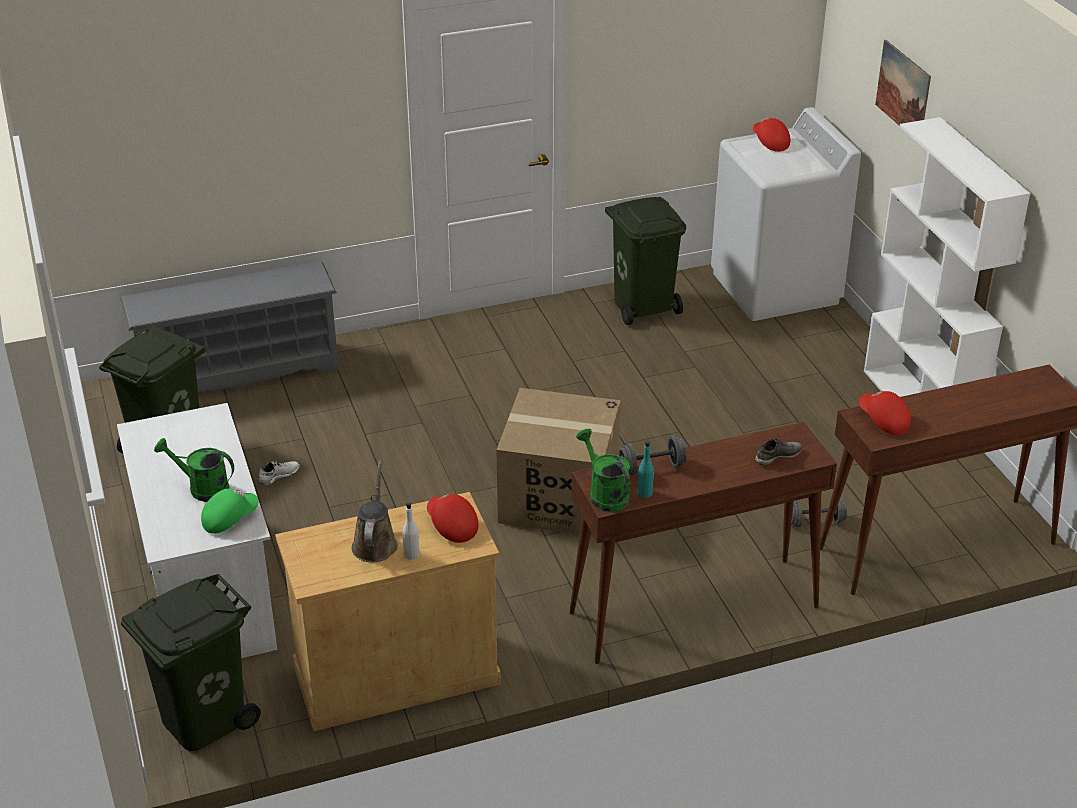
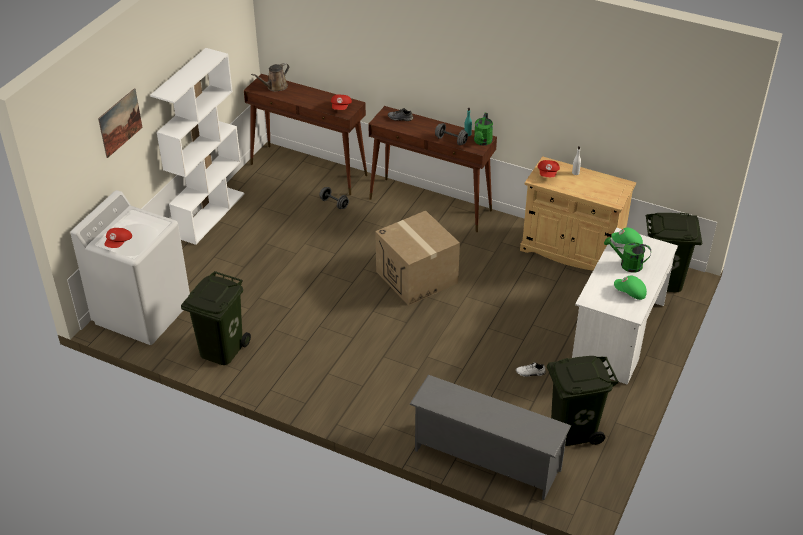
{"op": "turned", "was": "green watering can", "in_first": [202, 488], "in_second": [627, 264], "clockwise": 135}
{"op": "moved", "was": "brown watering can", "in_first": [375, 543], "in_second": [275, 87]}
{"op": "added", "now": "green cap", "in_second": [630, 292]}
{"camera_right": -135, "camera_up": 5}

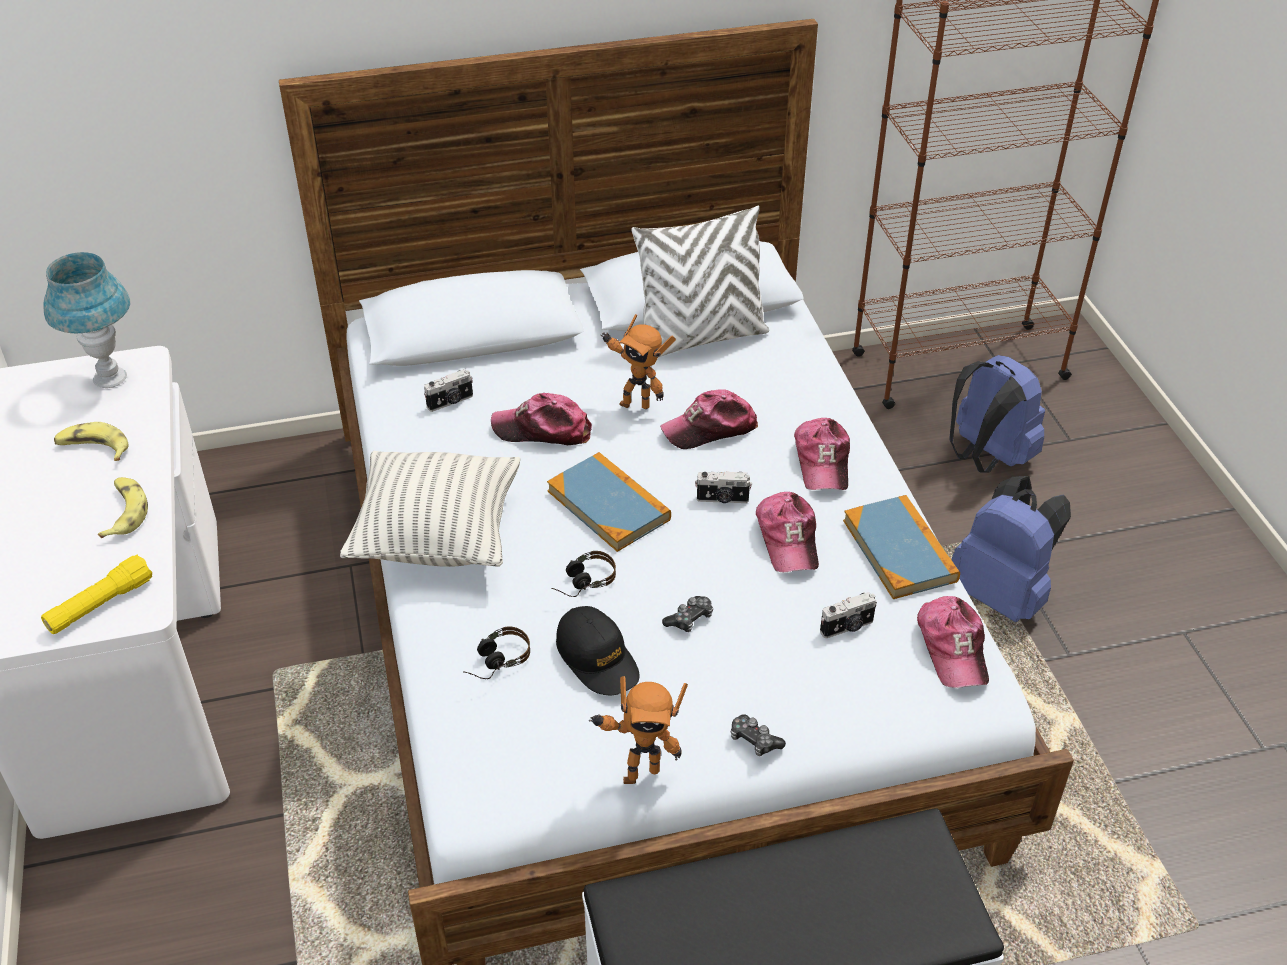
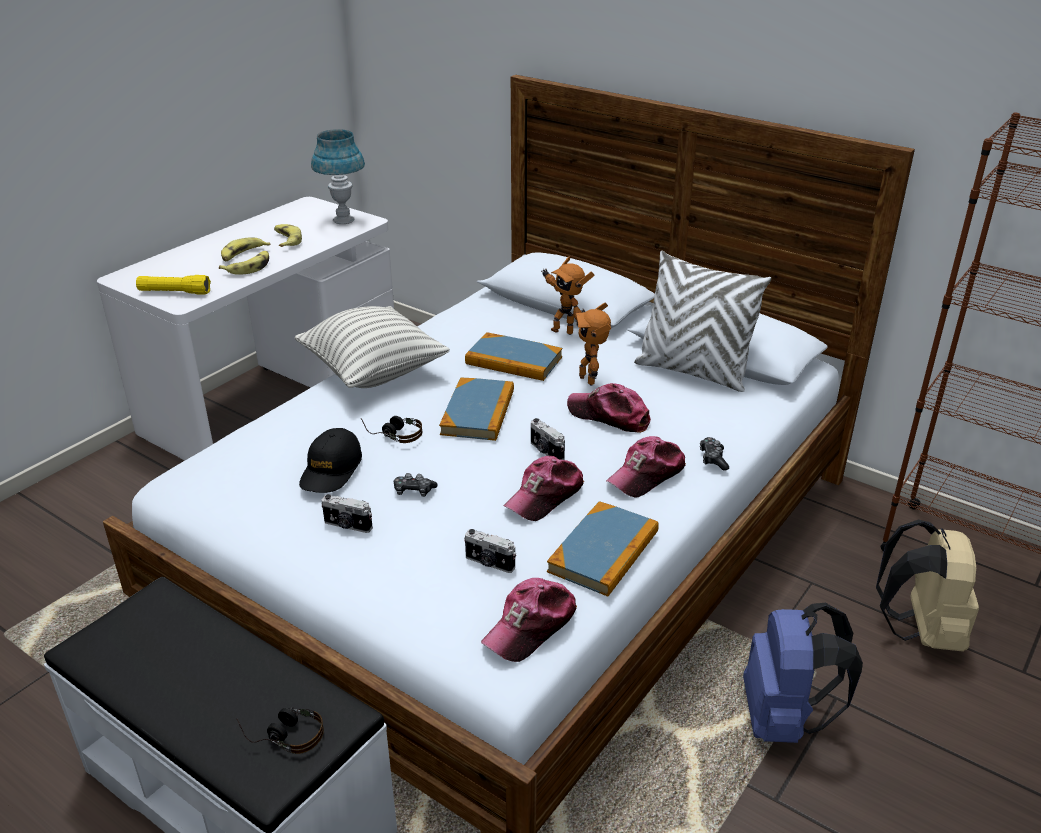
{"op": "moved", "was": "photo camera", "in_first": [451, 402], "in_second": [347, 526]}
{"op": "moved", "was": "headphones", "in_first": [494, 662], "in_second": [283, 734]}
{"op": "replaced", "was": "cap", "now": "book", "in_first": [542, 430], "in_second": [513, 361]}
{"op": "moved", "was": "toy robot", "in_first": [638, 771], "in_second": [563, 330]}
{"op": "moved", "was": "game controller", "in_first": [754, 740], "in_second": [713, 459]}
{"op": "recoloured", "was": "blue backpack", "now": "beige backpack", "in_first": [986, 457], "in_second": [920, 631]}
{"op": "added", "now": "banana", "in_second": [243, 255]}
{"camera_right": 50, "camera_up": -10}

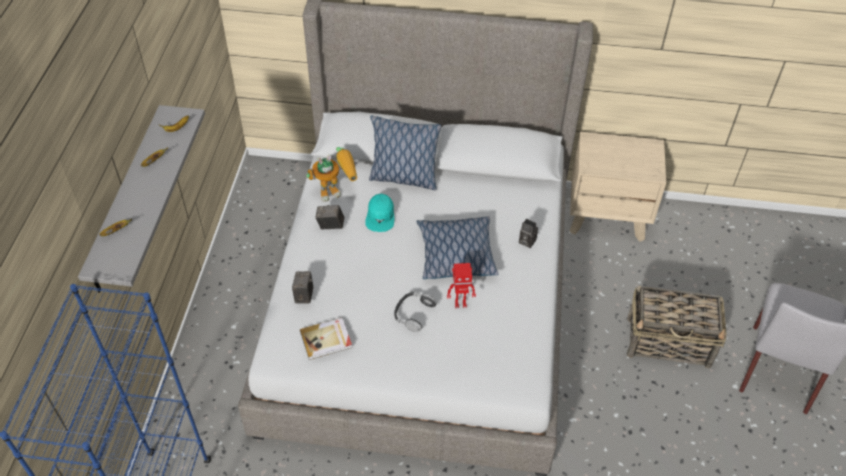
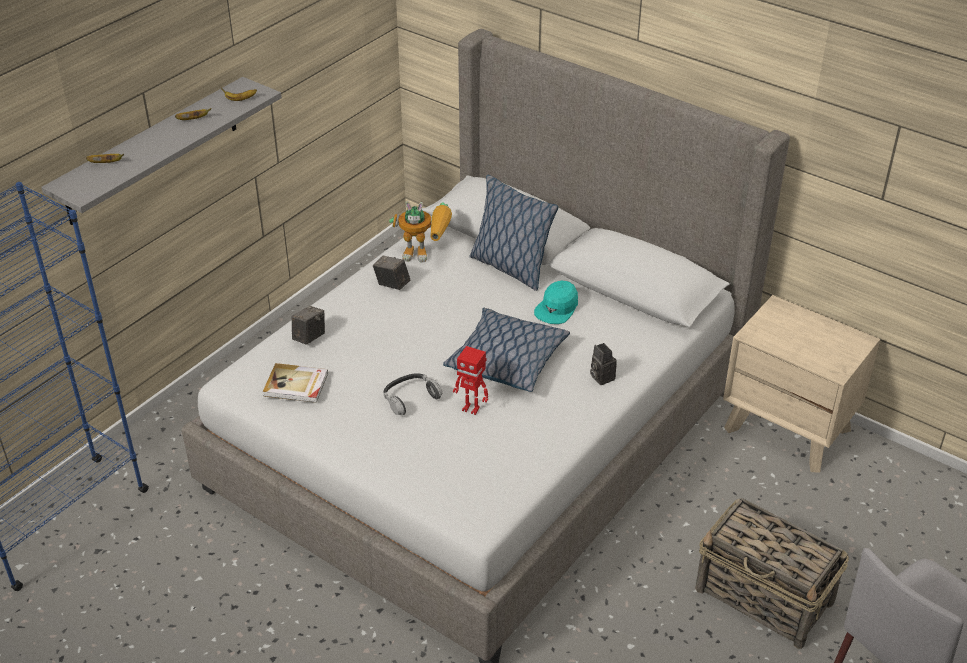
{"op": "moved", "was": "turquoise cap", "in_first": [380, 216], "in_second": [557, 308]}
{"camera_right": 30, "camera_up": -10}

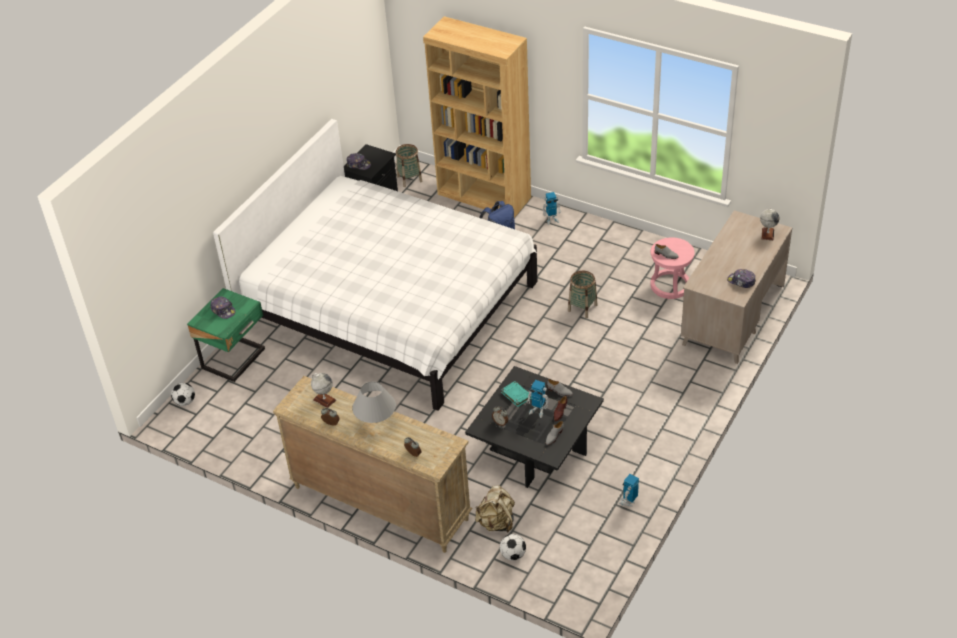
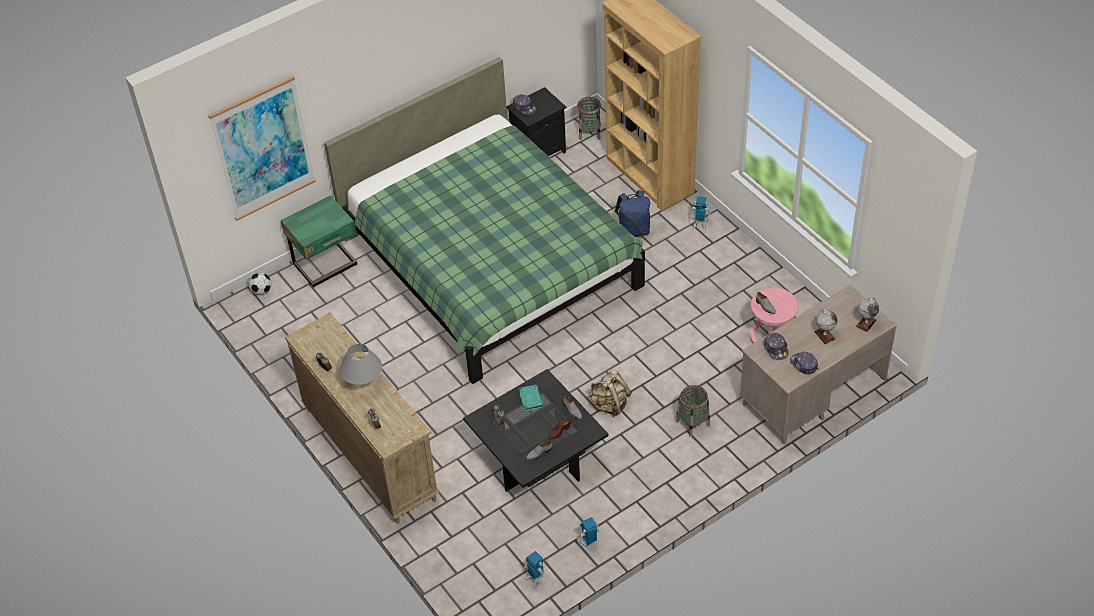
{"op": "moved", "was": "cap", "in_first": [223, 310], "in_second": [776, 349]}
{"op": "recoloured", "was": "white bed", "now": "green bed", "in_first": [389, 308], "in_second": [490, 263]}
{"op": "moved", "was": "globe", "in_first": [324, 400], "in_second": [824, 335]}
{"op": "moved", "was": "beige backpack", "in_first": [496, 522], "in_second": [609, 404]}
{"op": "removed", "was": "football", "in_first": [513, 555]}
{"op": "moved", "was": "toy robot", "in_first": [538, 411], "in_second": [534, 579]}
{"op": "moved", "was": "basket", "in_first": [582, 308], "in_second": [692, 423]}
{"op": "added", "now": "picture", "in_second": [263, 148]}
{"camera_right": 25, "camera_up": 5}

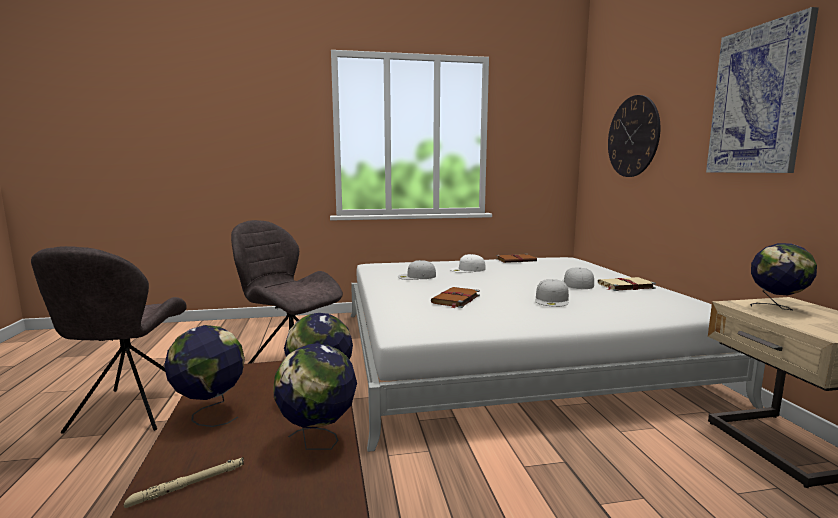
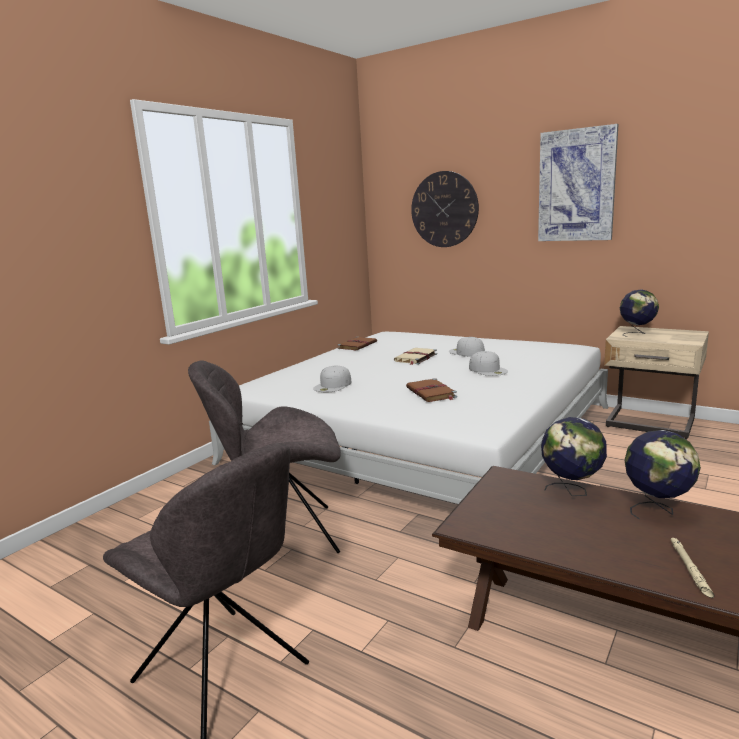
{"op": "removed", "was": "globe", "in_first": [210, 413]}
{"op": "removed", "was": "white cap", "in_first": [467, 269]}
{"op": "moved", "was": "beige book", "in_first": [625, 286], "in_second": [415, 358]}
{"camera_right": -45, "camera_up": 5}

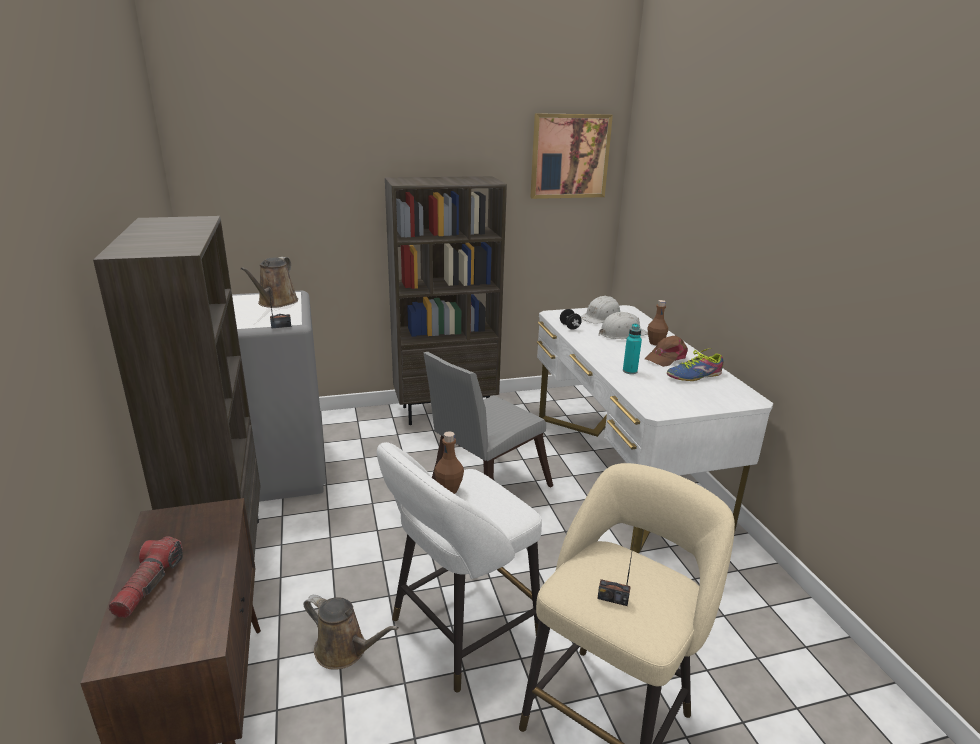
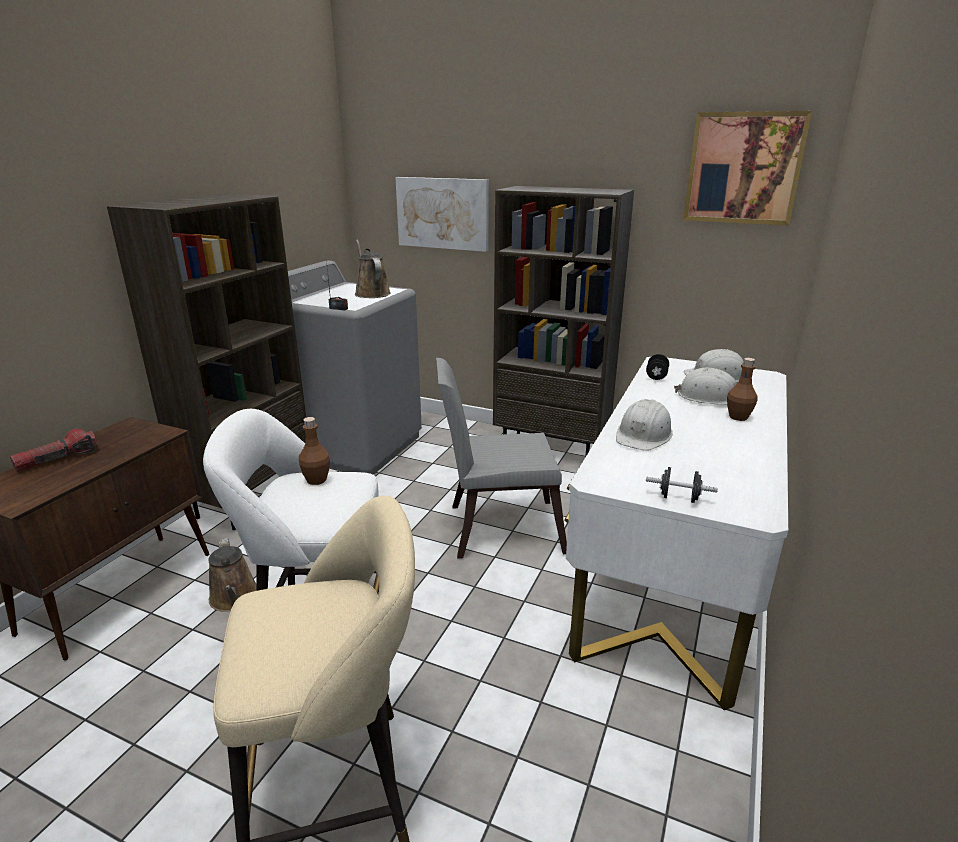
{"op": "turned", "was": "brown watering can", "in_first": [276, 303], "in_second": [371, 293], "clockwise": 105}
{"op": "removed", "was": "radio", "in_first": [613, 598]}
{"op": "replaced", "was": "turquoise bottle", "now": "white hard hat", "in_first": [630, 371], "in_second": [644, 434]}
{"op": "removed", "was": "brown cap", "in_first": [666, 358]}
{"op": "removed", "was": "shoe", "in_first": [694, 376]}
{"op": "added", "now": "picture", "in_second": [443, 213]}
{"op": "added", "now": "black dumbbell", "in_second": [678, 498]}
{"camera_right": 40, "camera_up": 0}

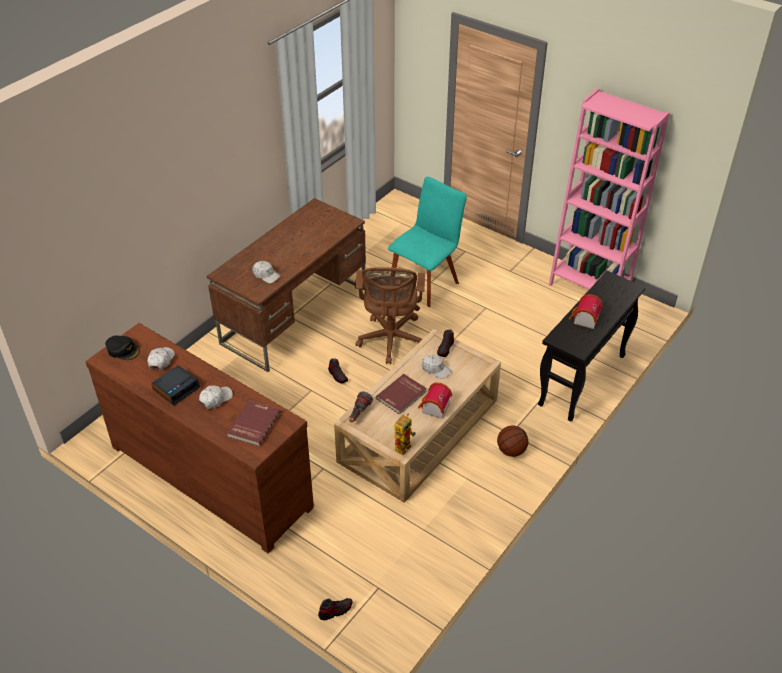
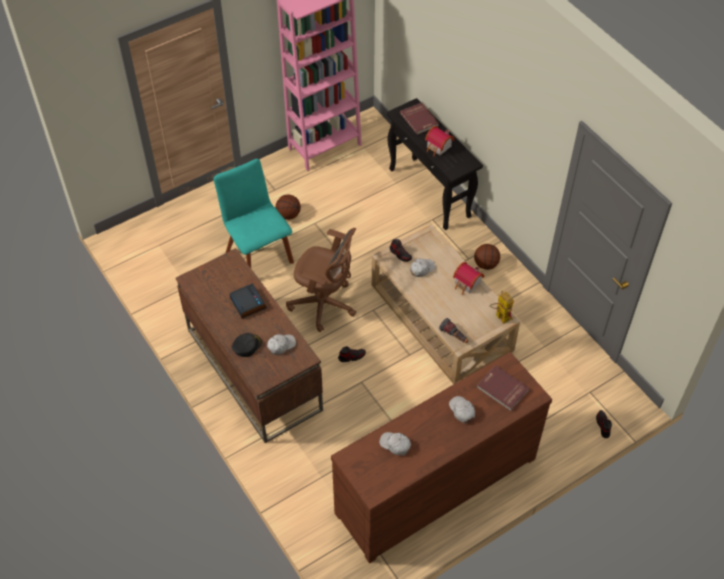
{"op": "moved", "was": "black cap", "in_first": [123, 350], "in_second": [246, 346]}
{"op": "moved", "was": "alarm clock", "in_first": [176, 388], "in_second": [247, 303]}
{"op": "moved", "was": "red book", "in_first": [402, 395], "in_second": [419, 119]}
{"op": "added", "now": "basketball", "in_second": [288, 215]}
{"camera_right": -70, "camera_up": 10}

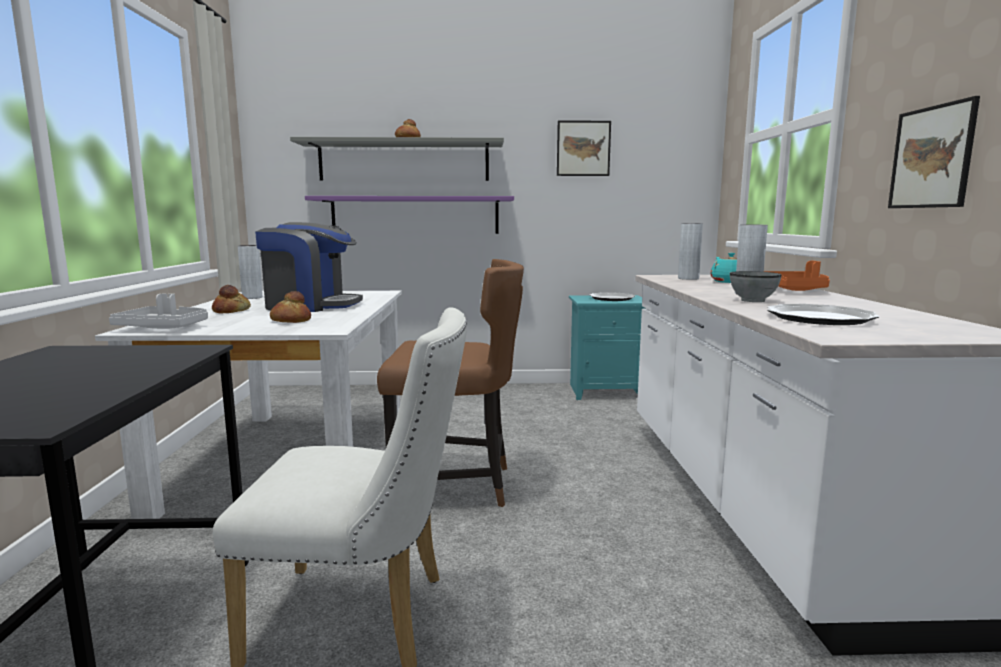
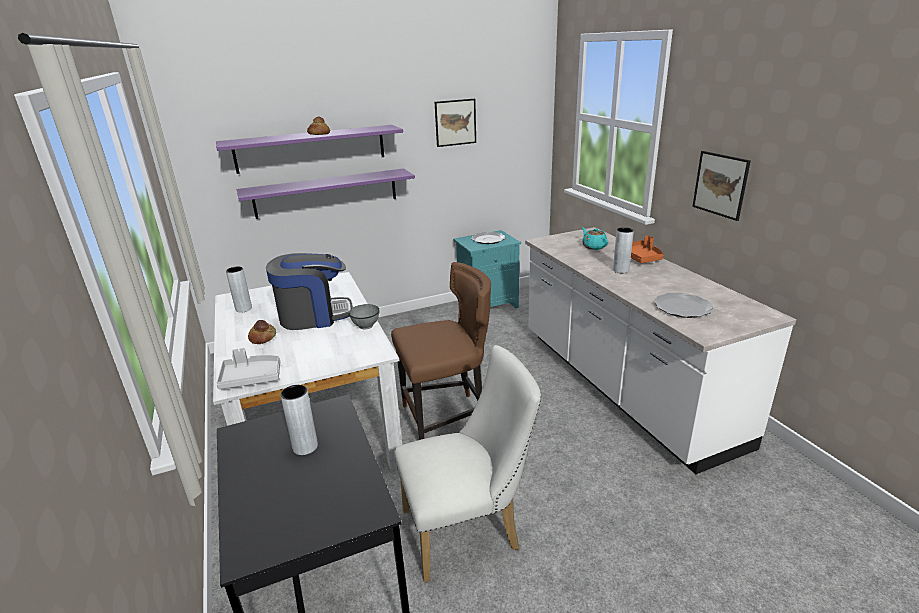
{"op": "removed", "was": "bread", "in_first": [290, 321]}
{"op": "recoloured", "was": "grey shelf", "now": "purple shelf", "in_first": [404, 161], "in_second": [311, 148]}
{"op": "moved", "was": "grey vase", "in_first": [688, 278], "in_second": [305, 447]}
{"op": "moved", "was": "grey bowl", "in_first": [753, 300], "in_second": [366, 326]}
{"camera_right": -20, "camera_up": 15}

